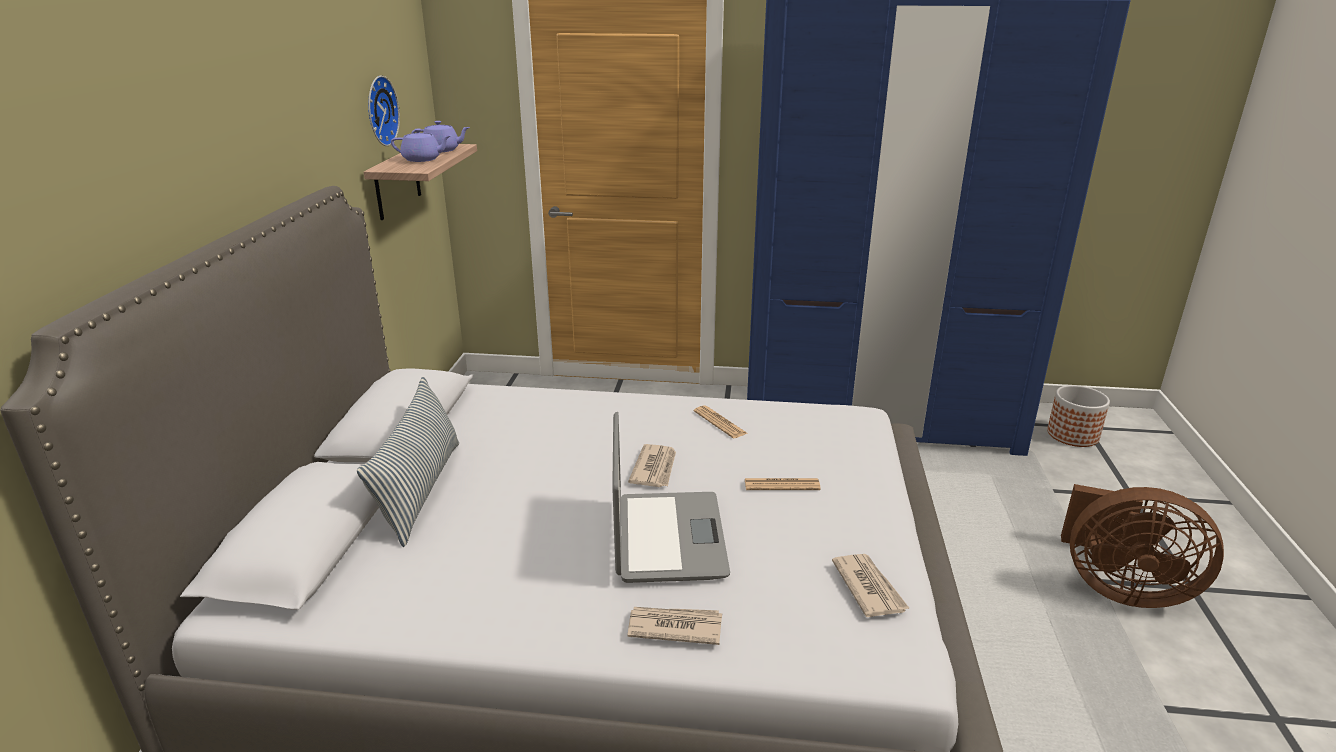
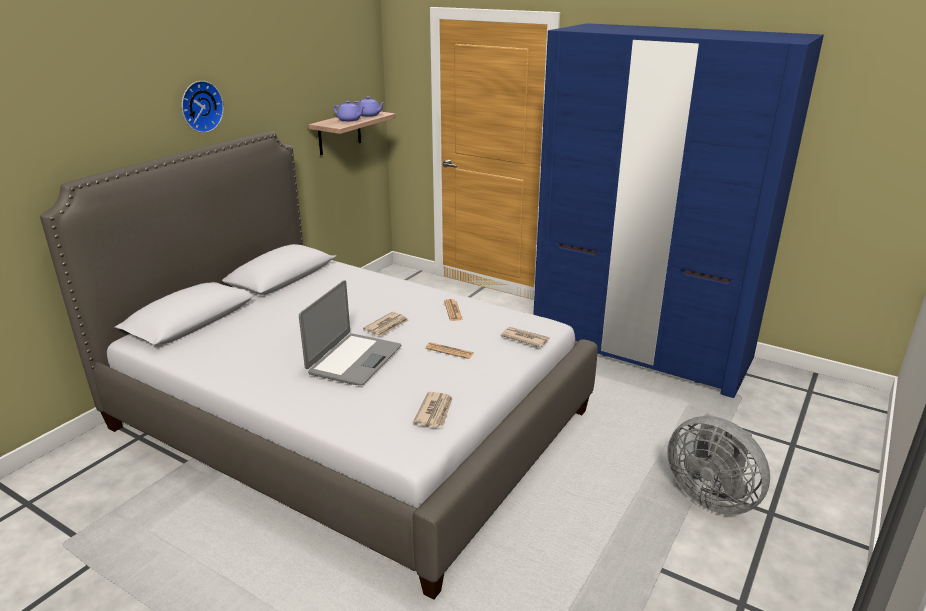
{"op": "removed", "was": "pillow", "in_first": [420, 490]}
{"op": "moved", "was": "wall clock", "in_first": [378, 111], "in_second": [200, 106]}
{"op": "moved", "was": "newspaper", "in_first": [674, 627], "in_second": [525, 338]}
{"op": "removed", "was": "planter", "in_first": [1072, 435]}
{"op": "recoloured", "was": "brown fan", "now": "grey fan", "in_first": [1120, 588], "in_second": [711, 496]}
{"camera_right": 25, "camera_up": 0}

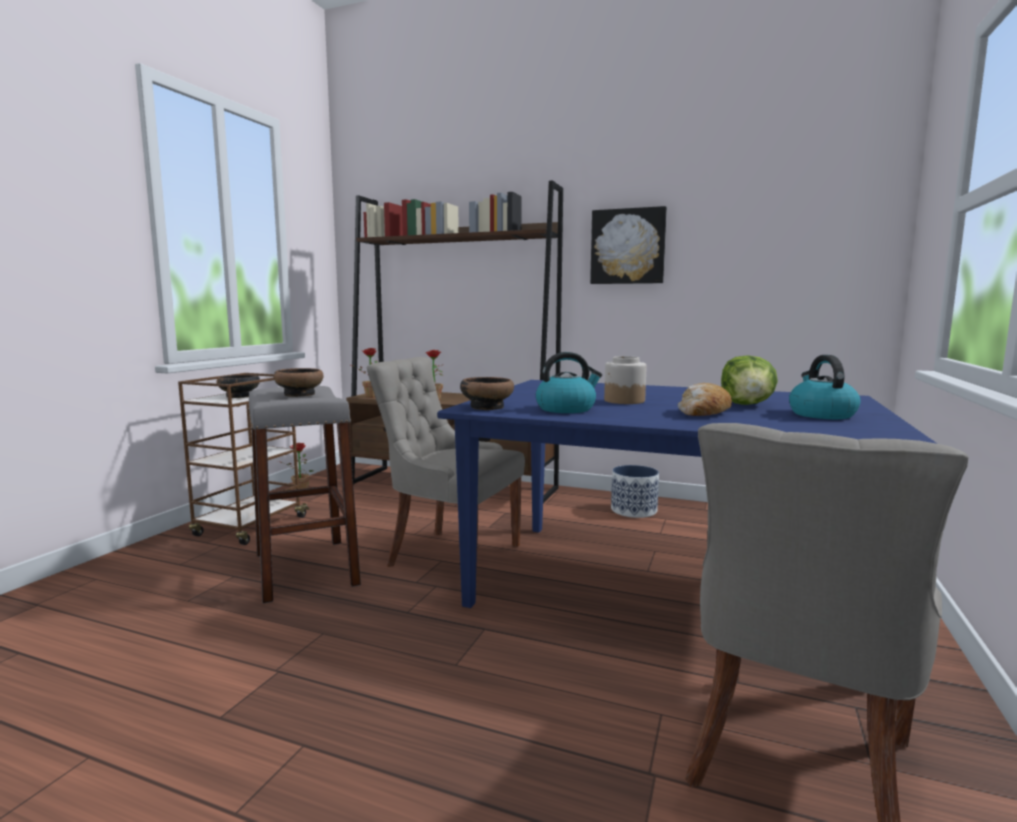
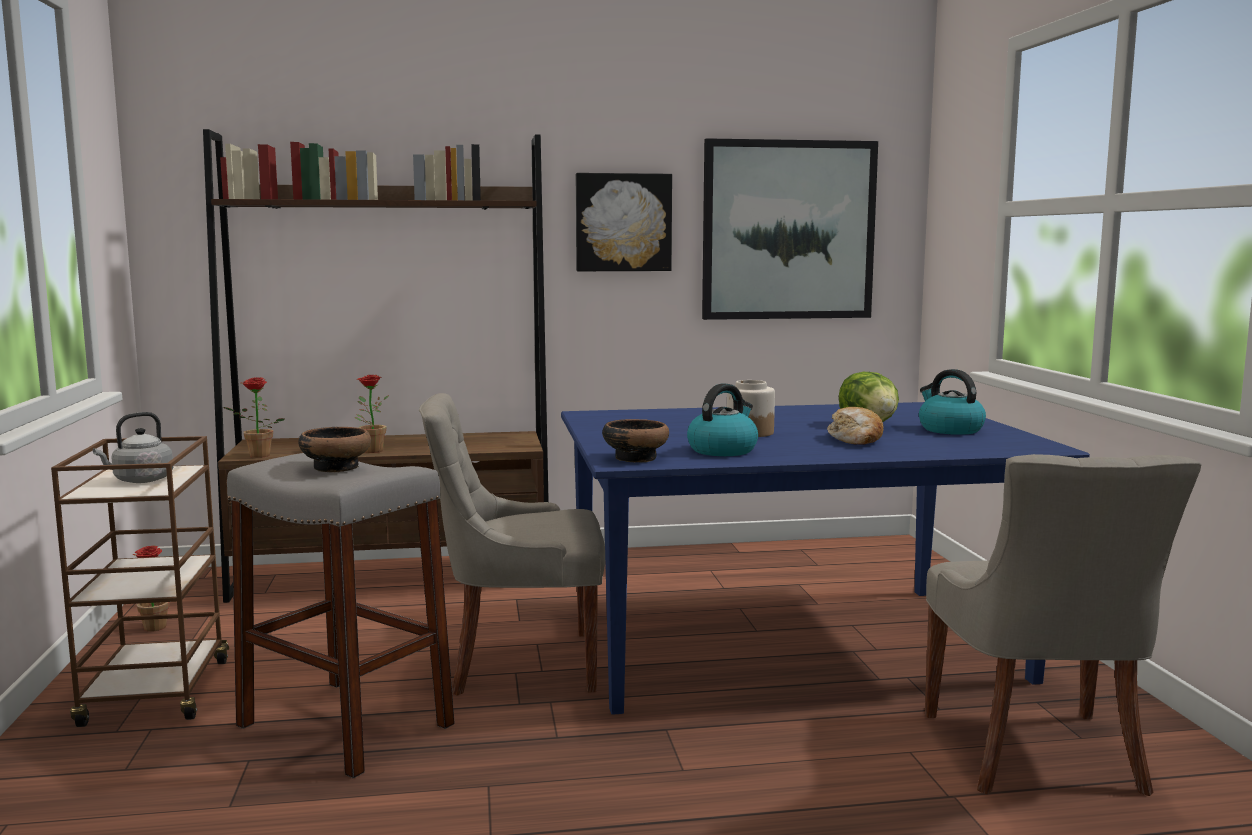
{"op": "replaced", "was": "bowl", "now": "grey kettle", "in_first": [239, 396], "in_second": [140, 480]}
{"op": "removed", "was": "planter", "in_first": [634, 510]}
{"op": "added", "now": "picture", "in_second": [788, 230]}
{"camera_right": -30, "camera_up": 0}

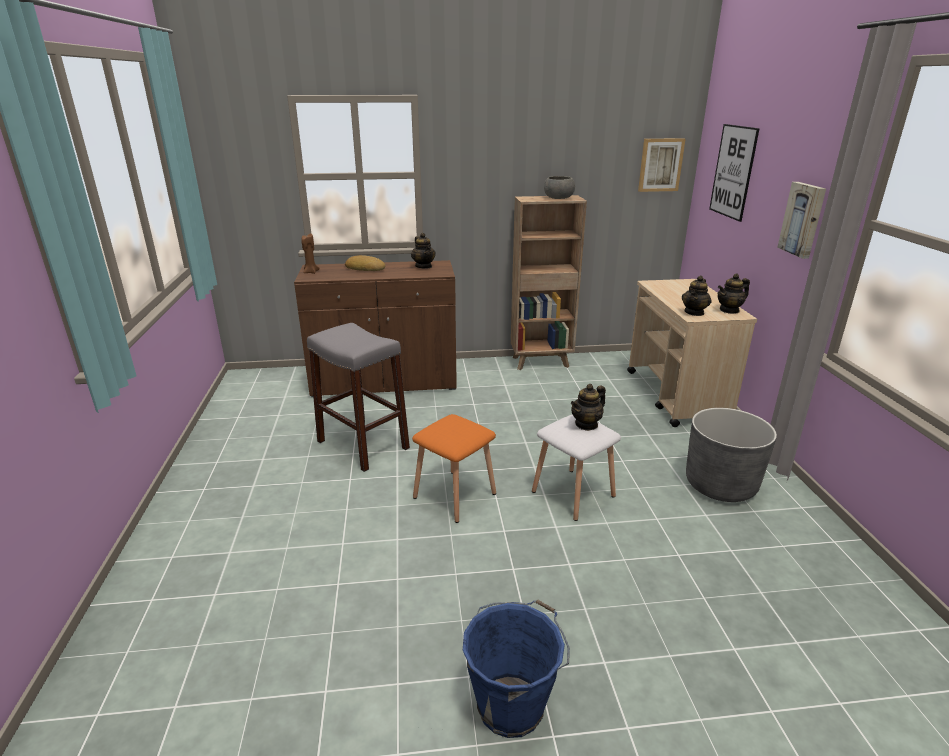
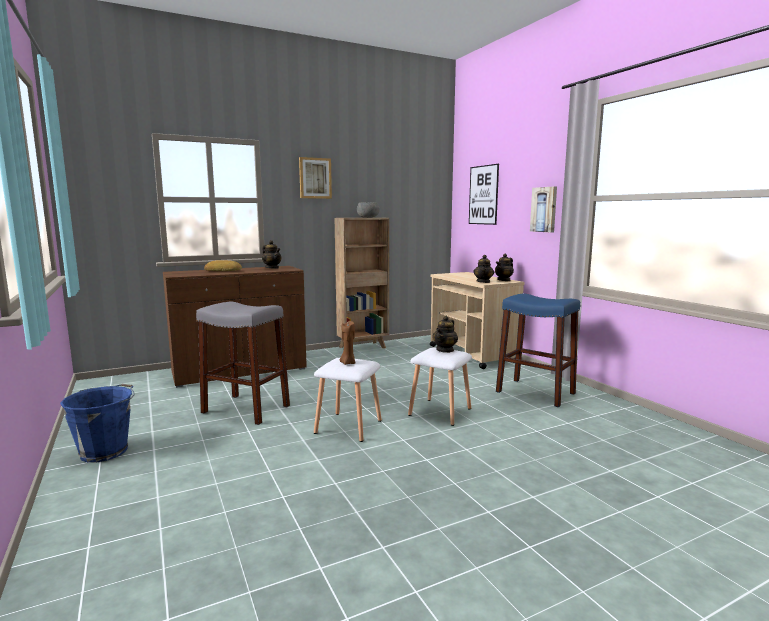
{"op": "moved", "was": "brown candle", "in_first": [311, 272], "in_second": [348, 363]}
{"op": "recoloured", "was": "orange stool", "now": "white stool", "in_first": [455, 494], "in_second": [348, 426]}
{"op": "moved", "was": "blue bucket", "in_first": [512, 704], "in_second": [106, 451]}
{"op": "moved", "was": "picture", "in_first": [660, 165], "in_second": [315, 178]}
{"op": "replaced", "was": "grey planter", "now": "blue stool", "in_first": [720, 485], "in_second": [535, 392]}
{"camera_right": -20, "camera_up": -15}

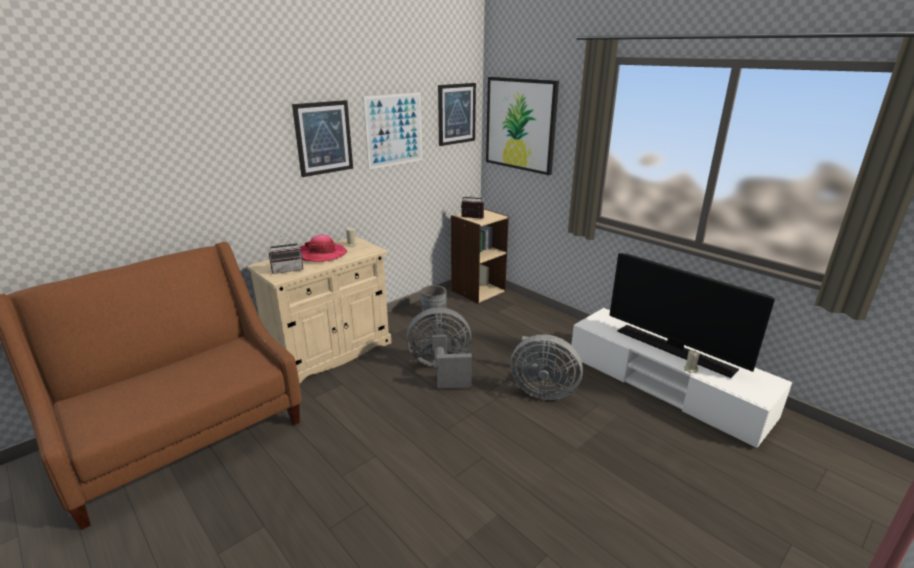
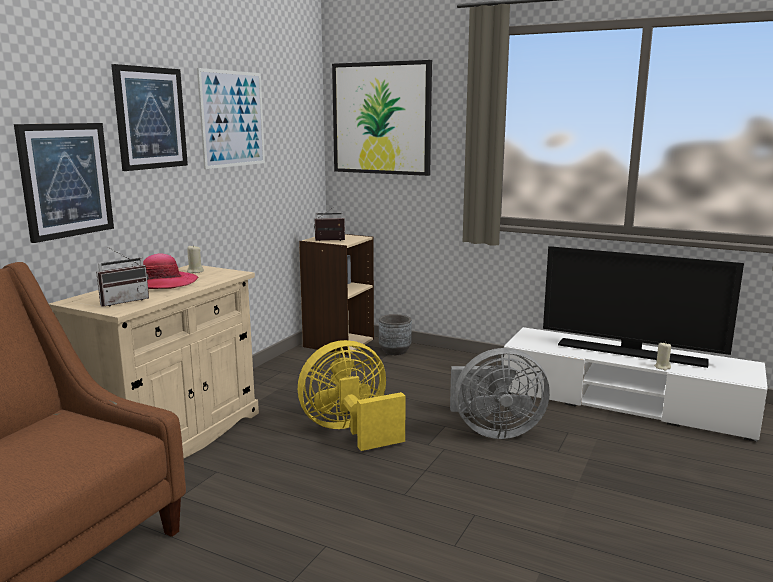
{"op": "recoloured", "was": "grey fan", "now": "yellow fan", "in_first": [441, 370], "in_second": [350, 431]}
{"op": "moved", "was": "grey planter", "in_first": [434, 314], "in_second": [395, 351]}
{"op": "moved", "was": "picture", "in_first": [456, 114], "in_second": [66, 180]}
{"camera_right": -20, "camera_up": -10}

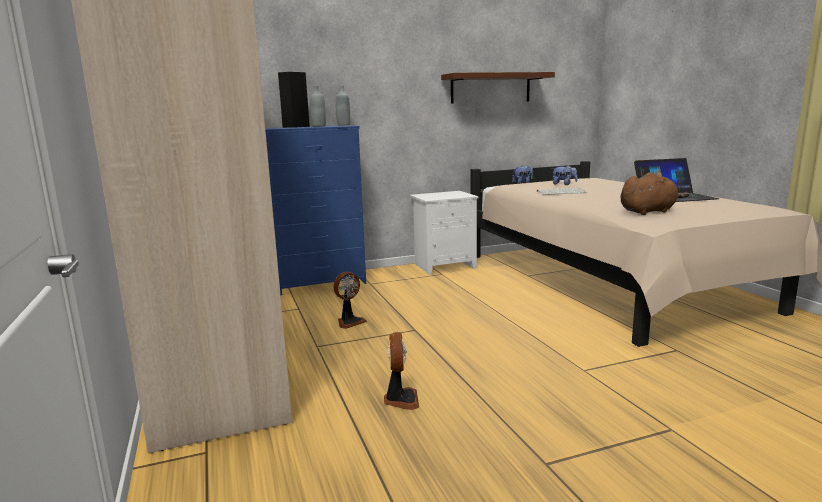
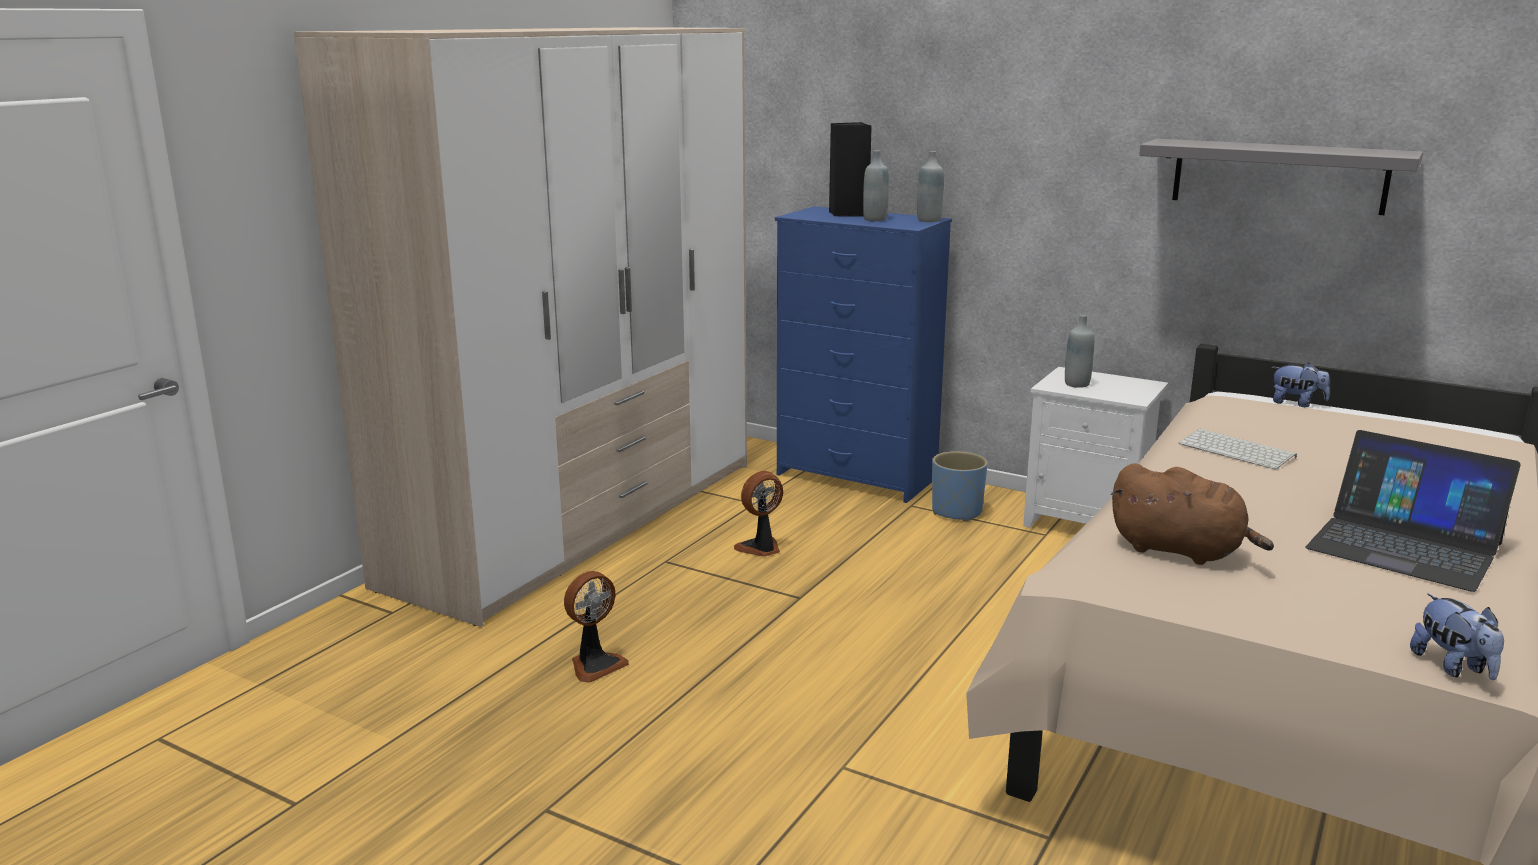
{"op": "turned", "was": "fan", "in_first": [349, 322], "in_second": [761, 548], "clockwise": 135}
{"op": "recoloured", "was": "brown shelf", "now": "grey shelf", "in_first": [490, 88], "in_second": [1278, 176]}
{"op": "moved", "was": "plush toy", "in_first": [563, 184], "in_second": [1453, 667]}
{"op": "added", "now": "blue planter", "in_second": [957, 512]}
{"op": "added", "now": "grey bottle", "in_second": [1077, 384]}
{"camera_right": 50, "camera_up": 5}

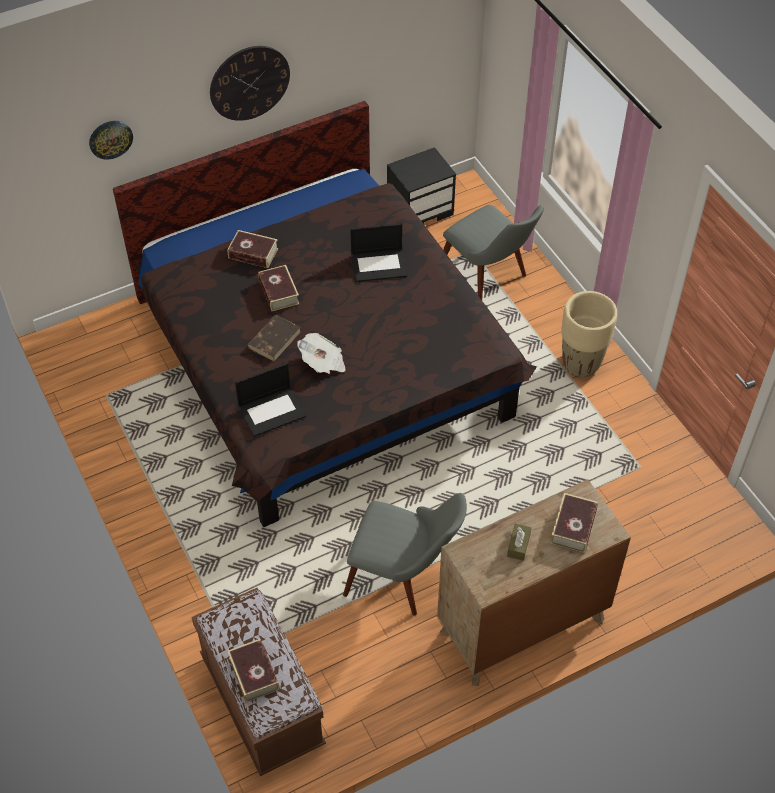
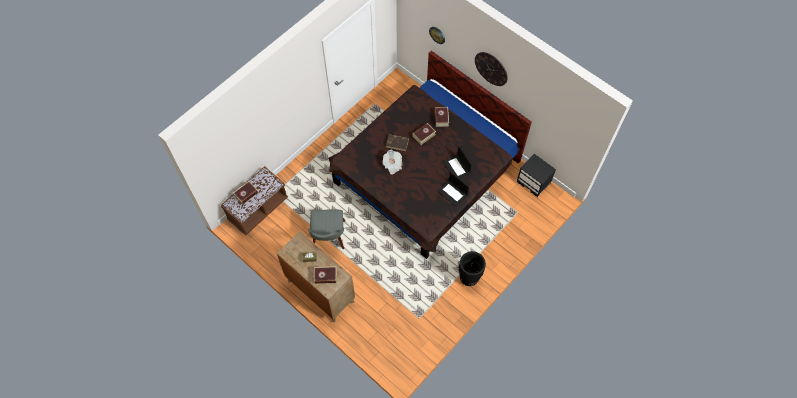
{"op": "moved", "was": "laptop", "in_first": [272, 411], "in_second": [452, 193]}
{"op": "removed", "was": "grey chair", "in_first": [489, 278]}
{"op": "recoloured", "was": "beige planter", "now": "black planter", "in_first": [581, 363], "in_second": [469, 278]}
{"camera_right": 70, "camera_up": 10}

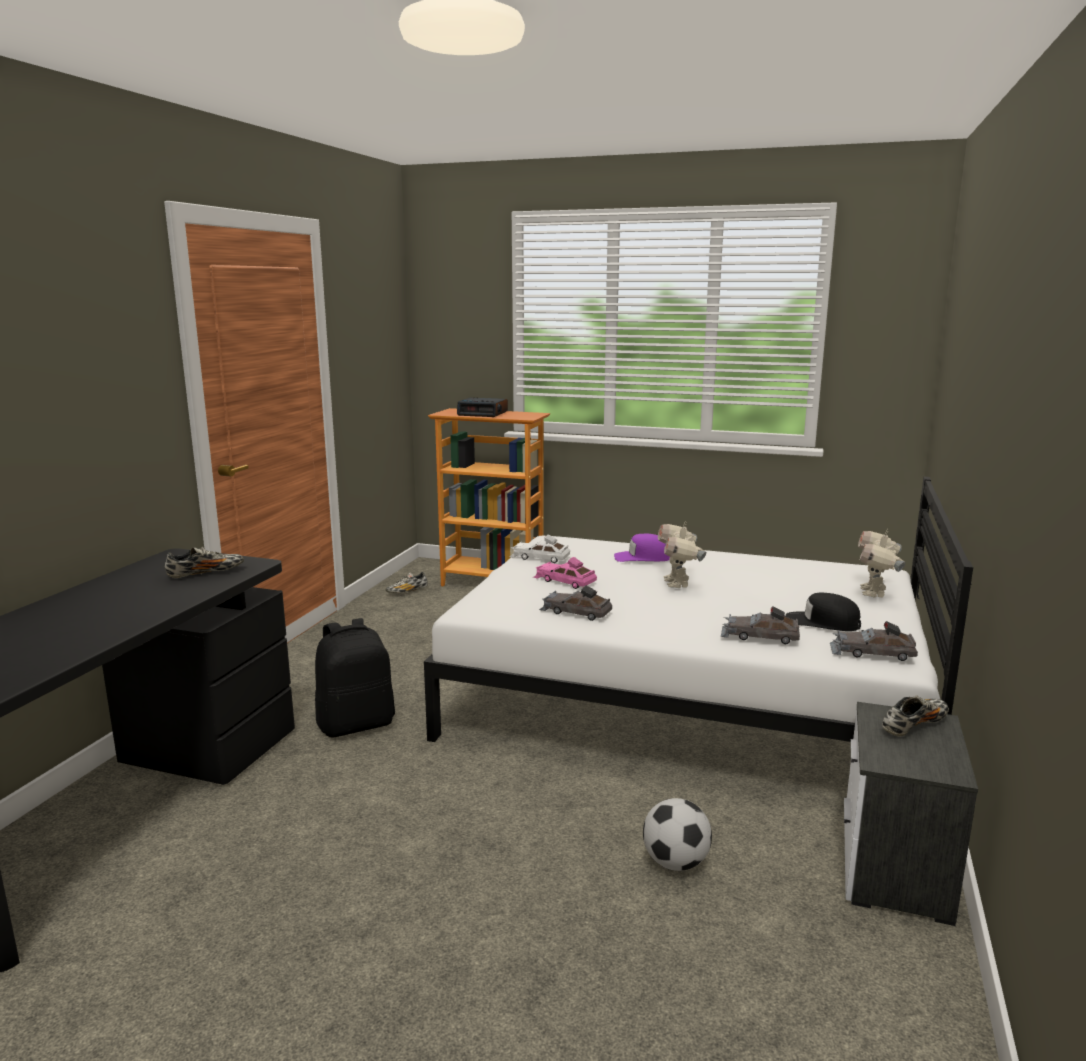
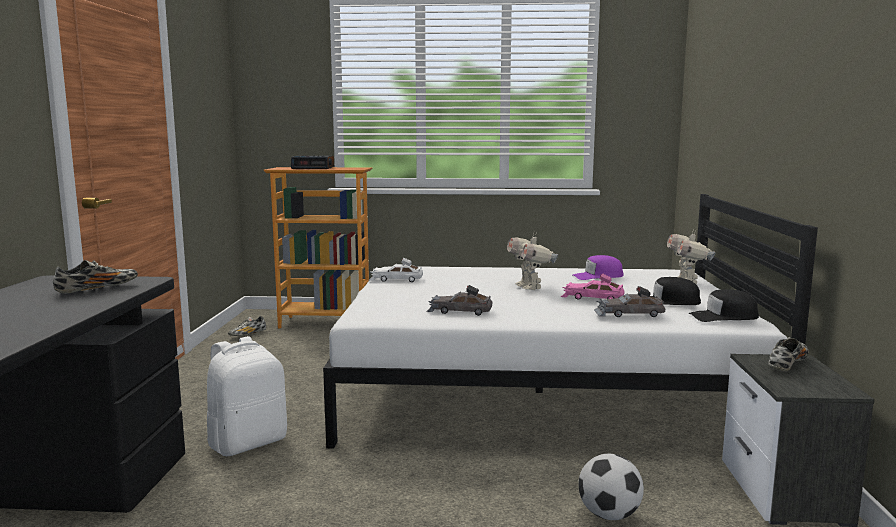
{"op": "recoloured", "was": "black backpack", "now": "white backpack", "in_first": [356, 724], "in_second": [248, 443]}
{"op": "moved", "was": "pink toy car", "in_first": [564, 581], "in_second": [592, 298]}
{"op": "moved", "was": "purple cap", "in_first": [642, 557], "in_second": [597, 276]}
{"op": "replaced", "was": "grey toy car", "now": "black cap", "in_first": [871, 652], "in_second": [723, 317]}
{"camera_right": -15, "camera_up": -5}

